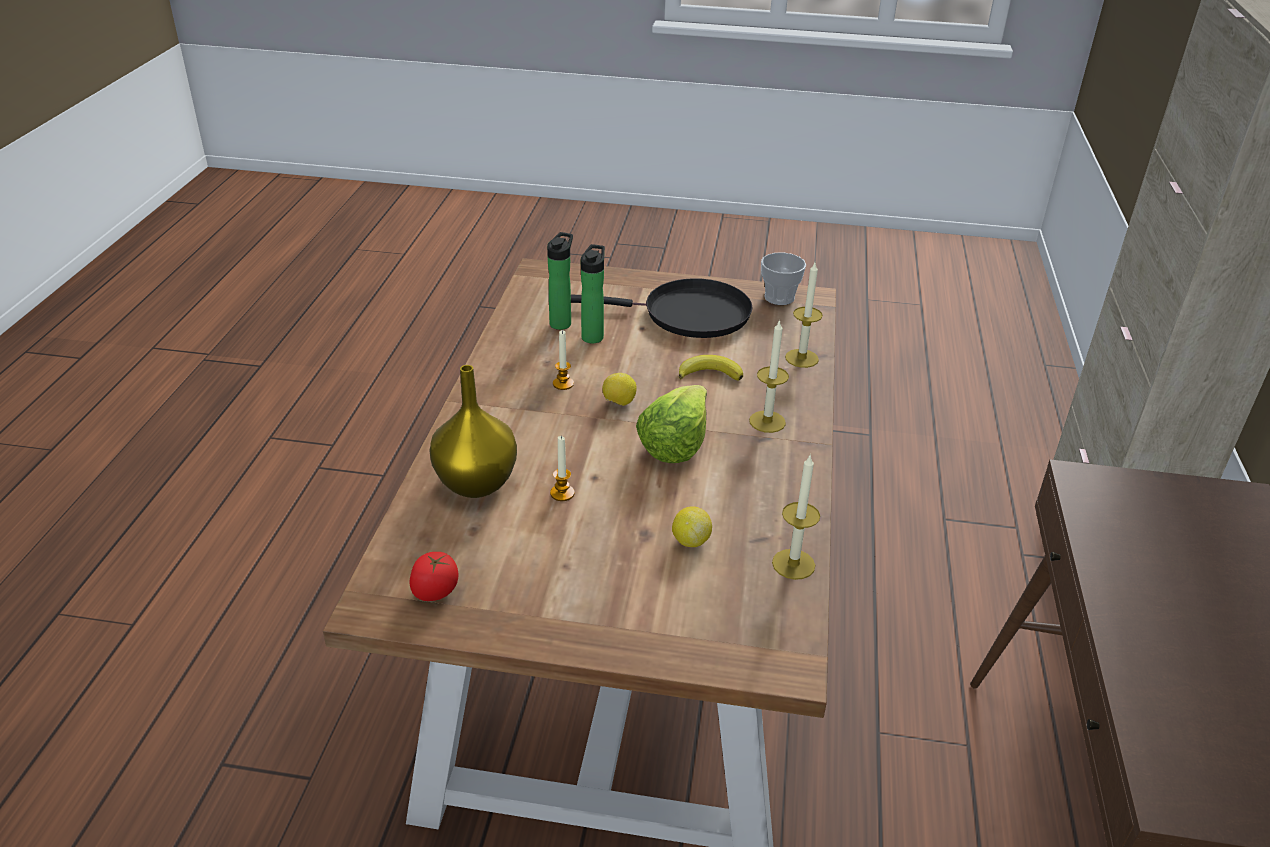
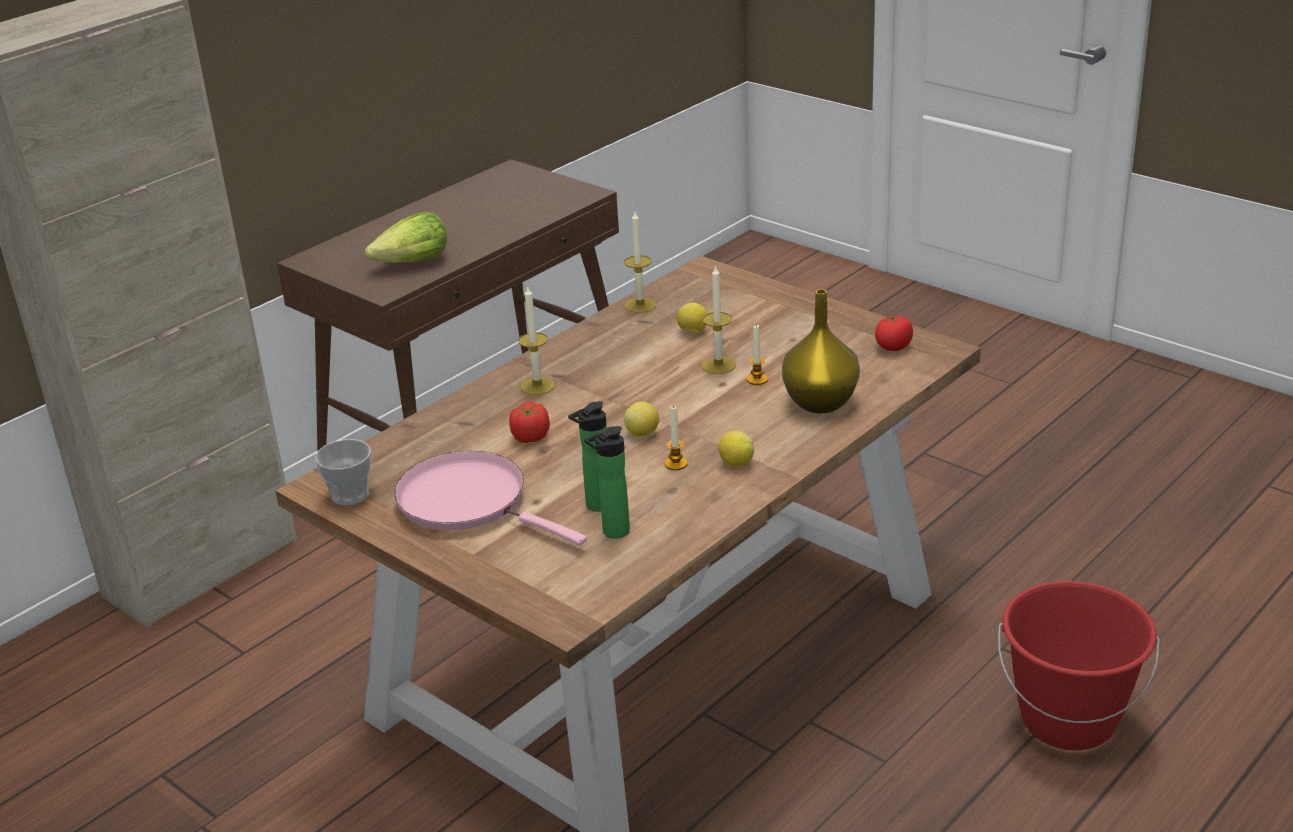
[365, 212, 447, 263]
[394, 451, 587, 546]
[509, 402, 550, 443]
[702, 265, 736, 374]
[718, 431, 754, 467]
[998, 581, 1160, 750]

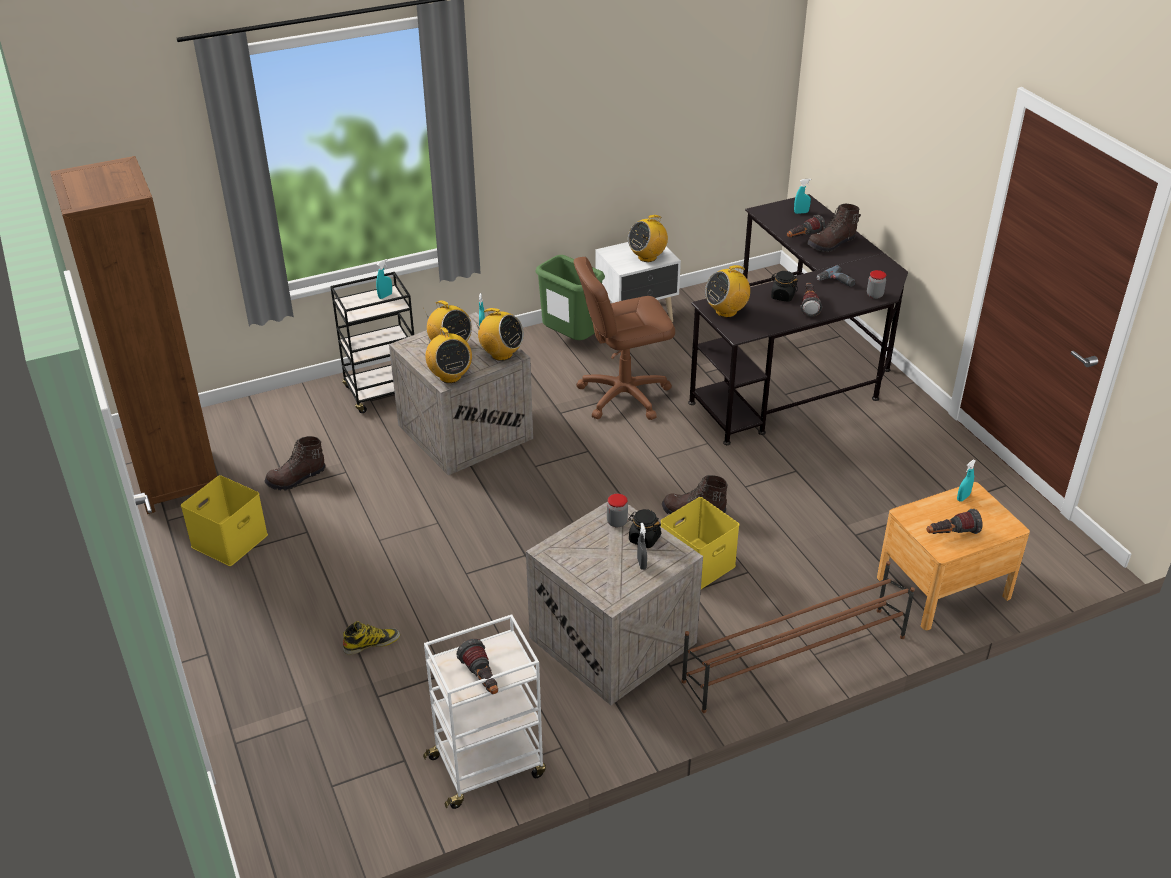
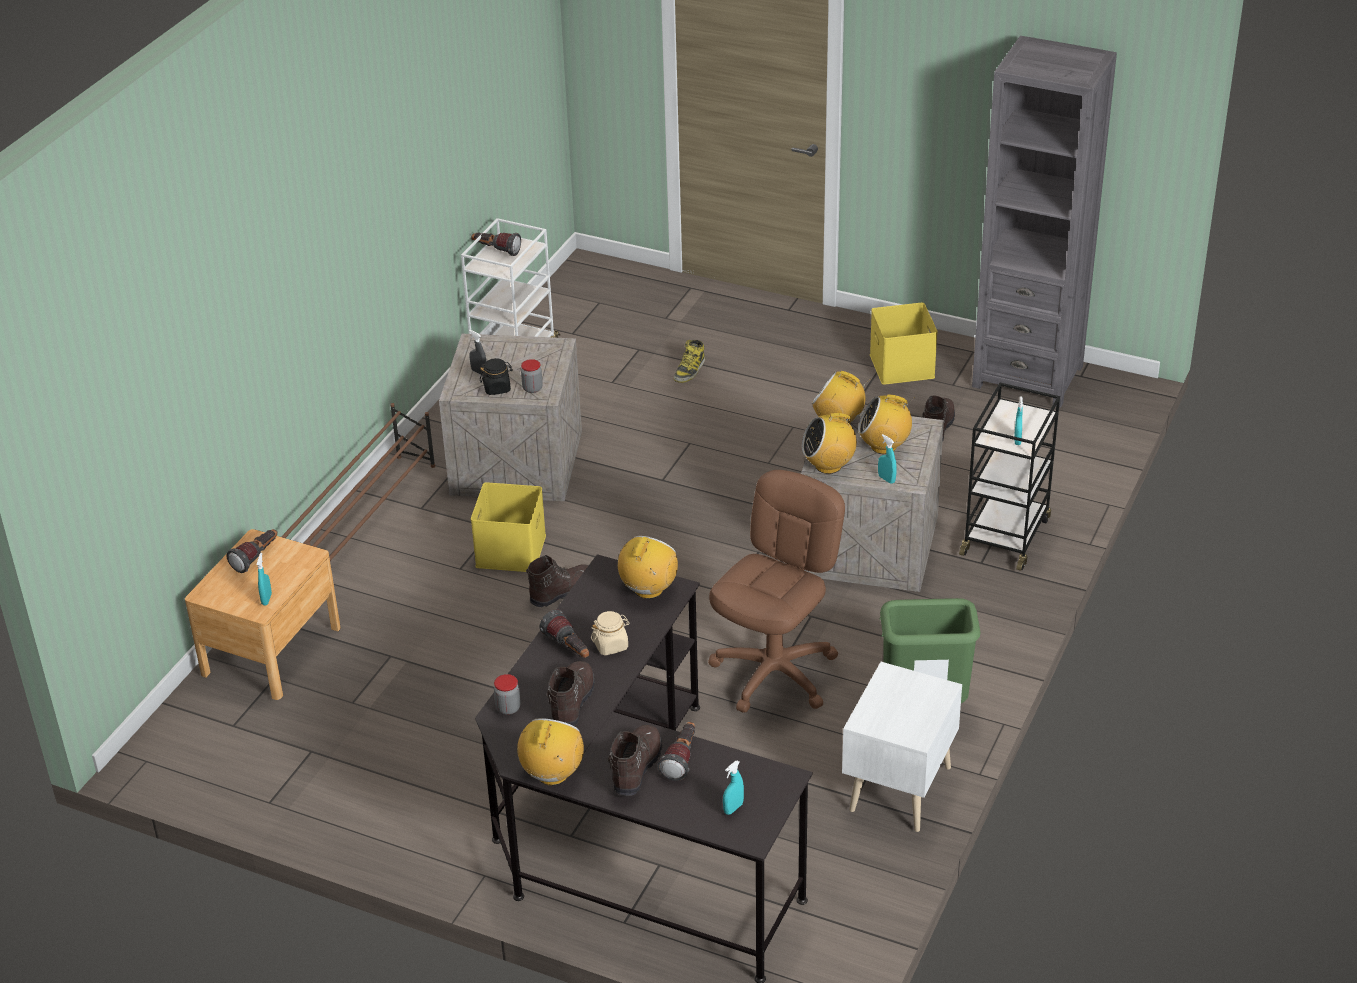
[517, 718, 584, 786]
[547, 661, 595, 727]
[591, 611, 630, 656]
[972, 36, 1117, 408]

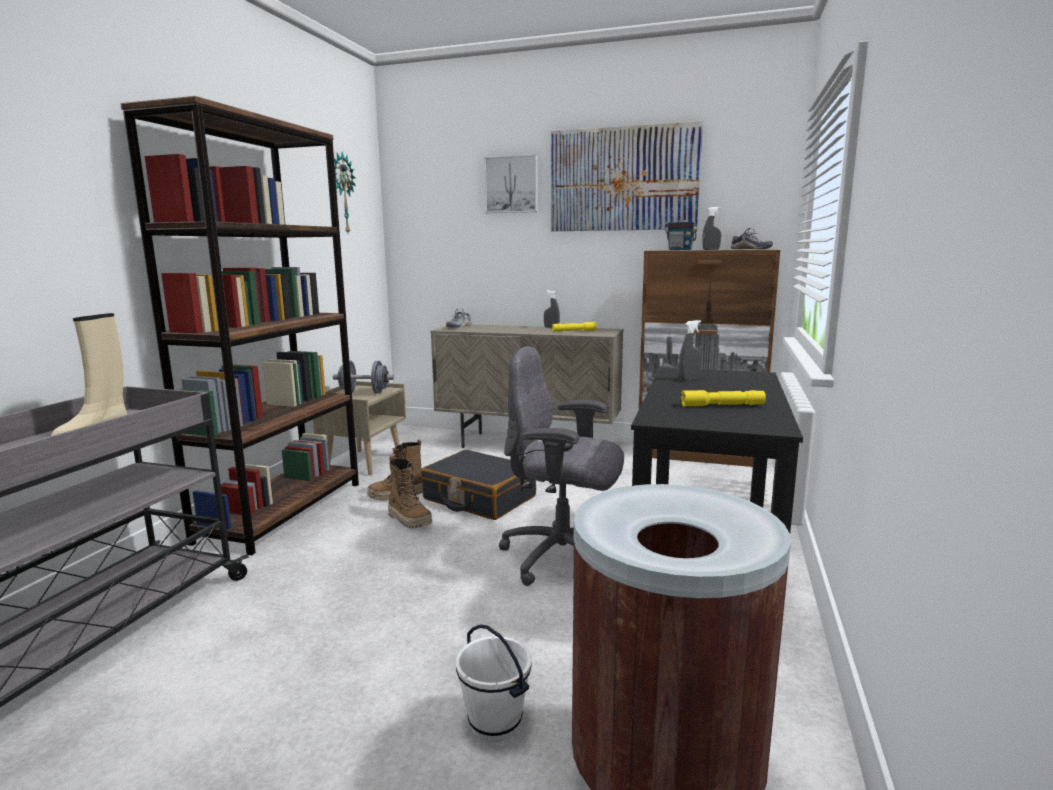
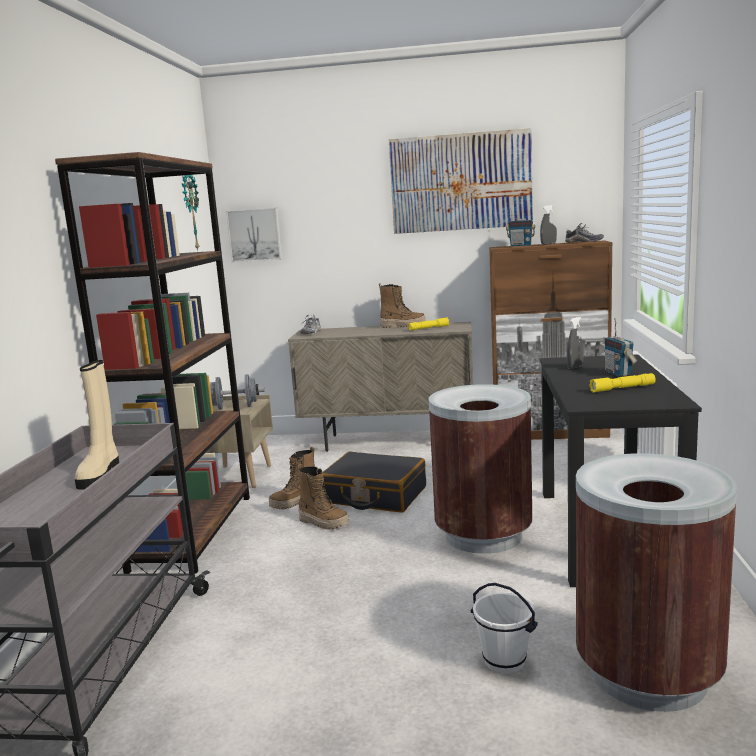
[226, 208, 282, 262]
[379, 283, 425, 328]
[429, 384, 533, 554]
[604, 318, 637, 376]

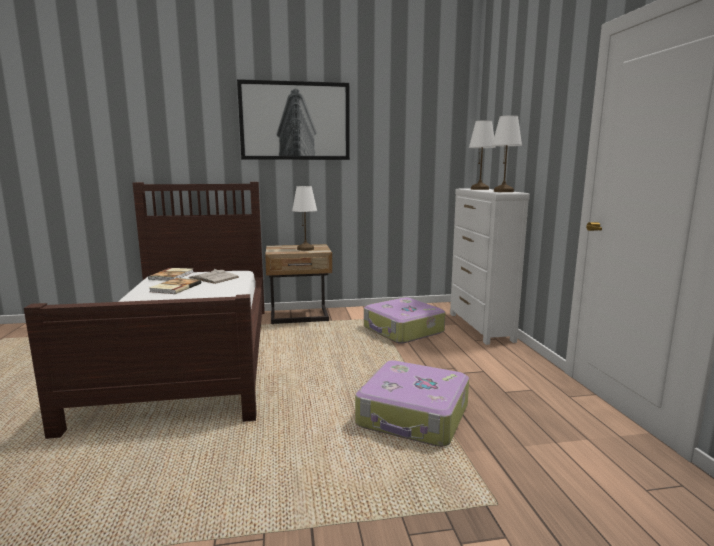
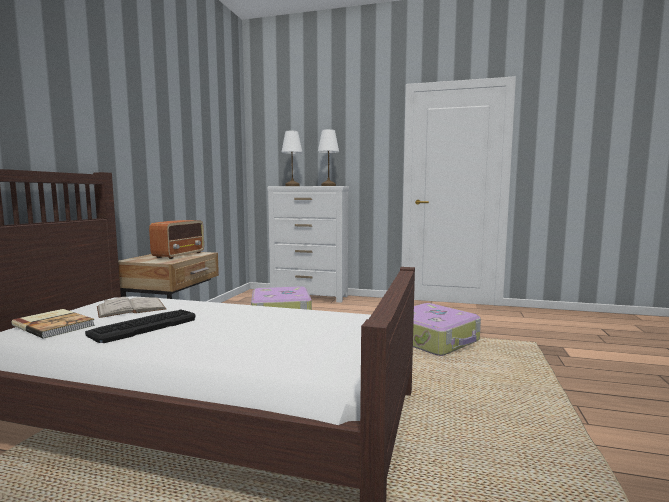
[85, 310, 195, 343]
[149, 220, 204, 259]
[237, 79, 350, 160] (first image)

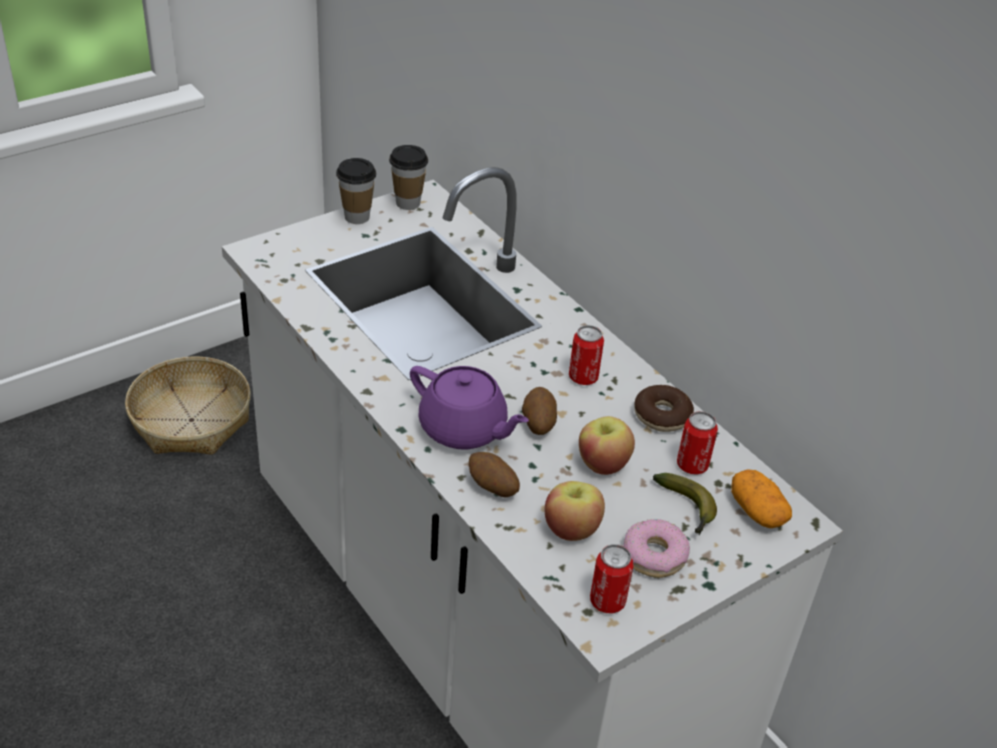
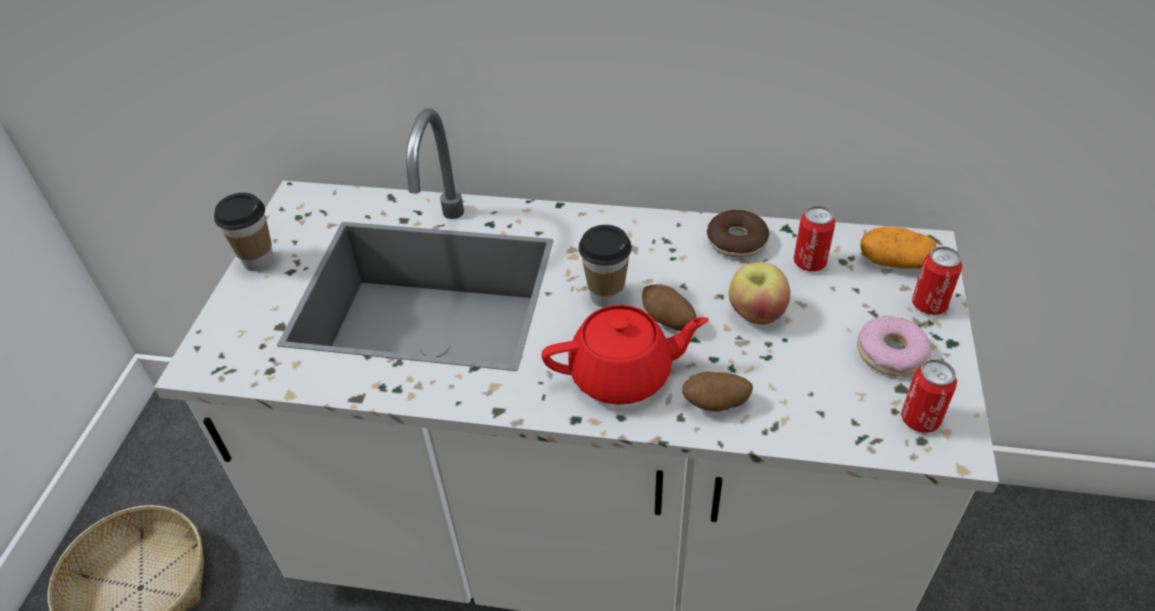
[541, 305, 709, 405]
[578, 225, 632, 307]
[912, 246, 962, 315]
[544, 481, 605, 541] (first image)
[653, 473, 717, 535] (first image)

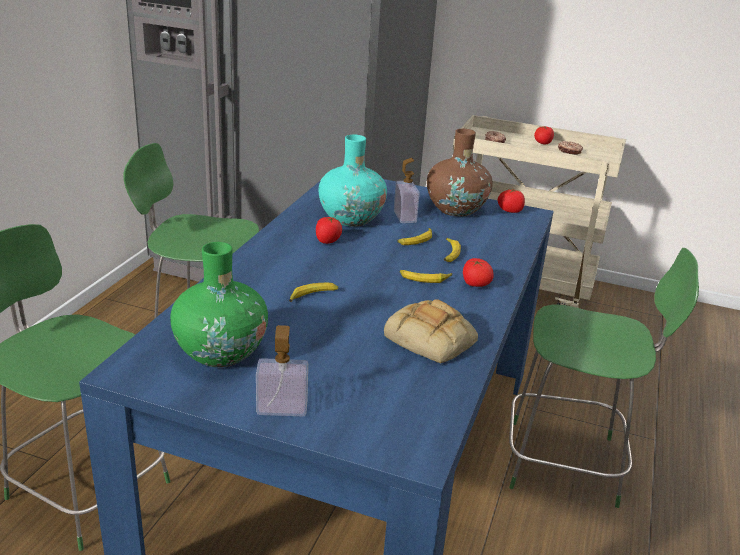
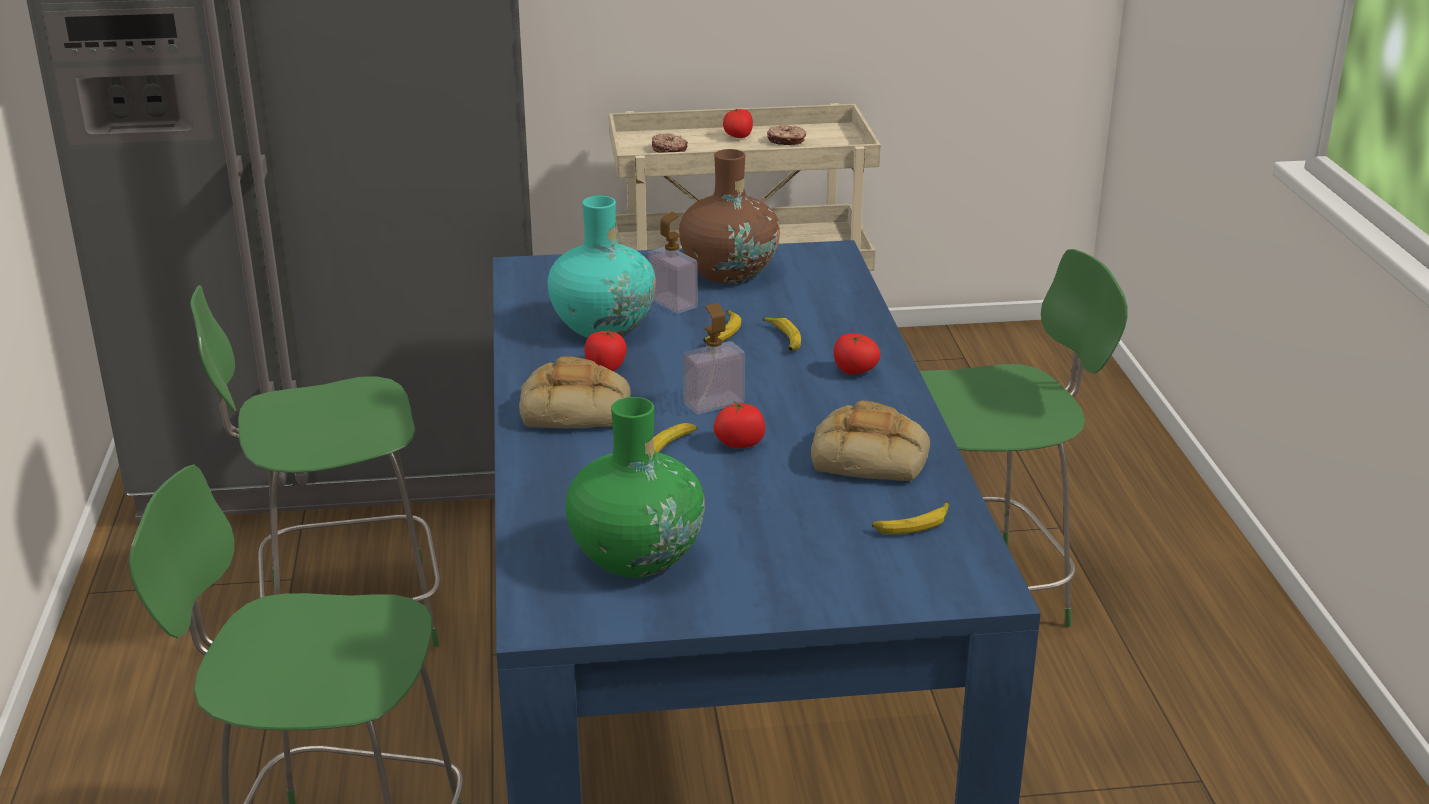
[519, 356, 631, 428]
[683, 303, 745, 415]
[714, 400, 765, 448]
[872, 502, 949, 534]

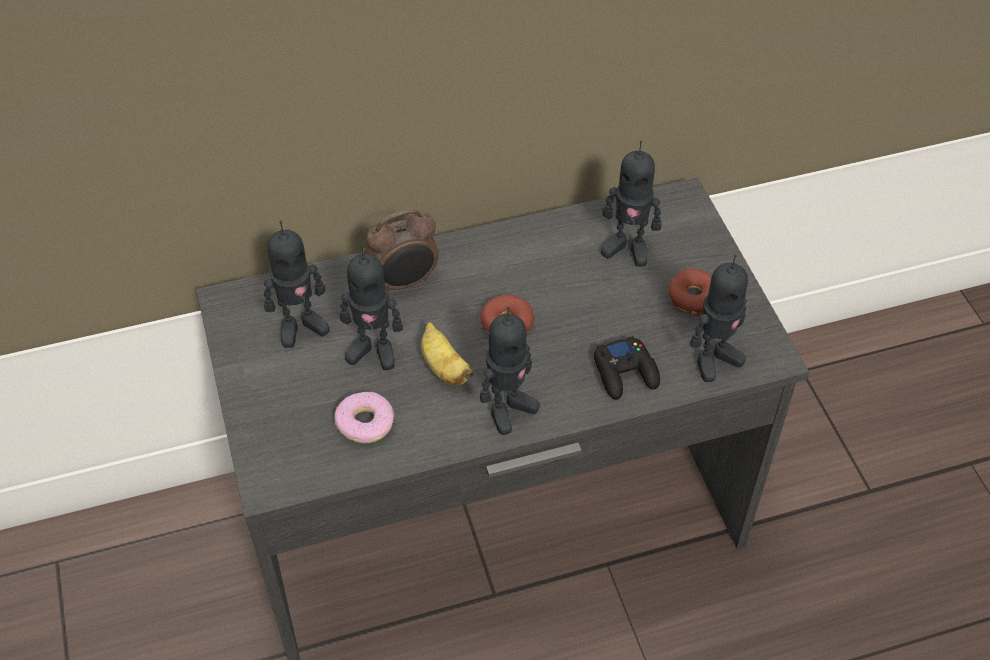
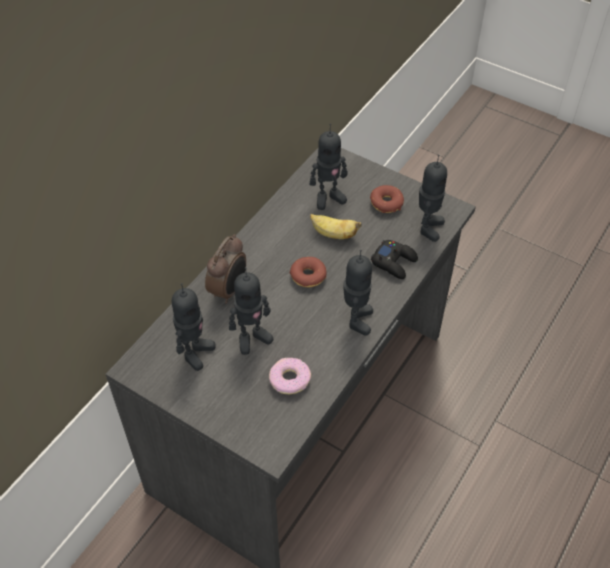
[310, 214, 361, 239]

